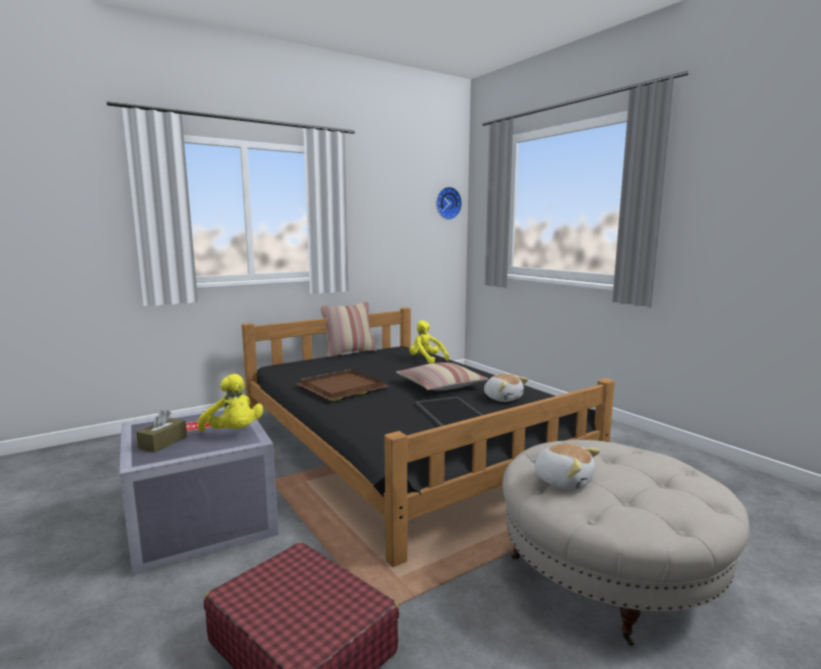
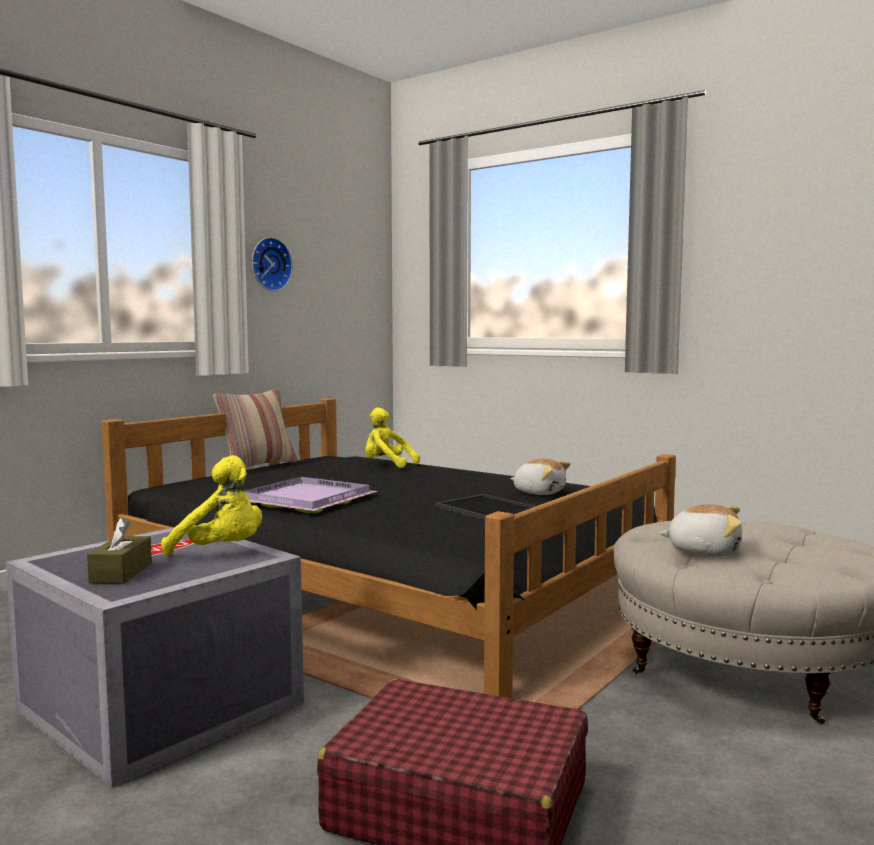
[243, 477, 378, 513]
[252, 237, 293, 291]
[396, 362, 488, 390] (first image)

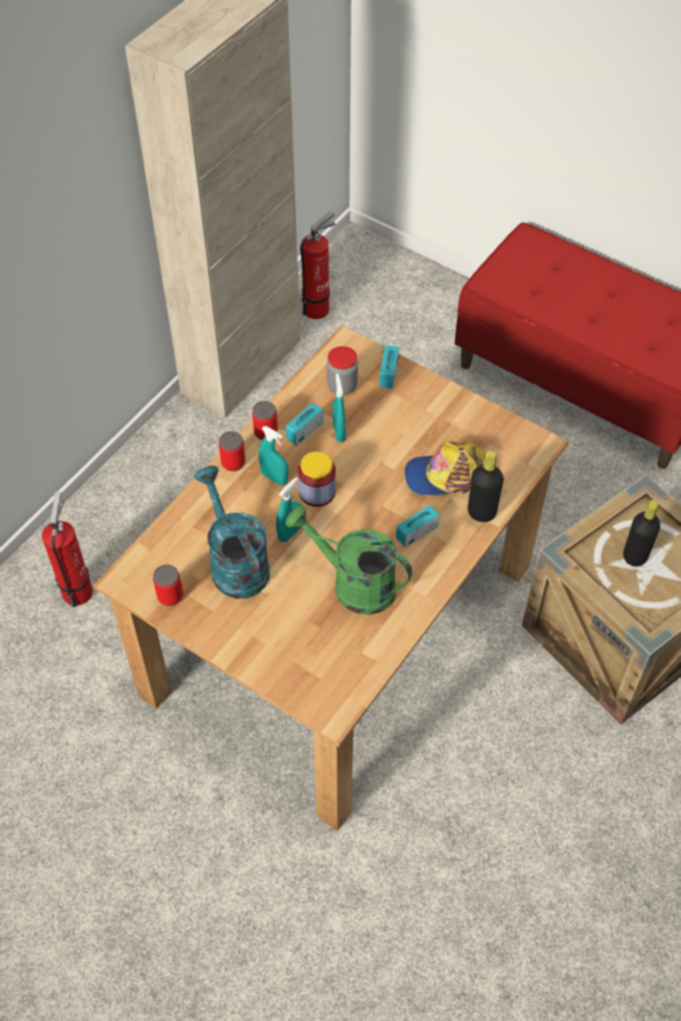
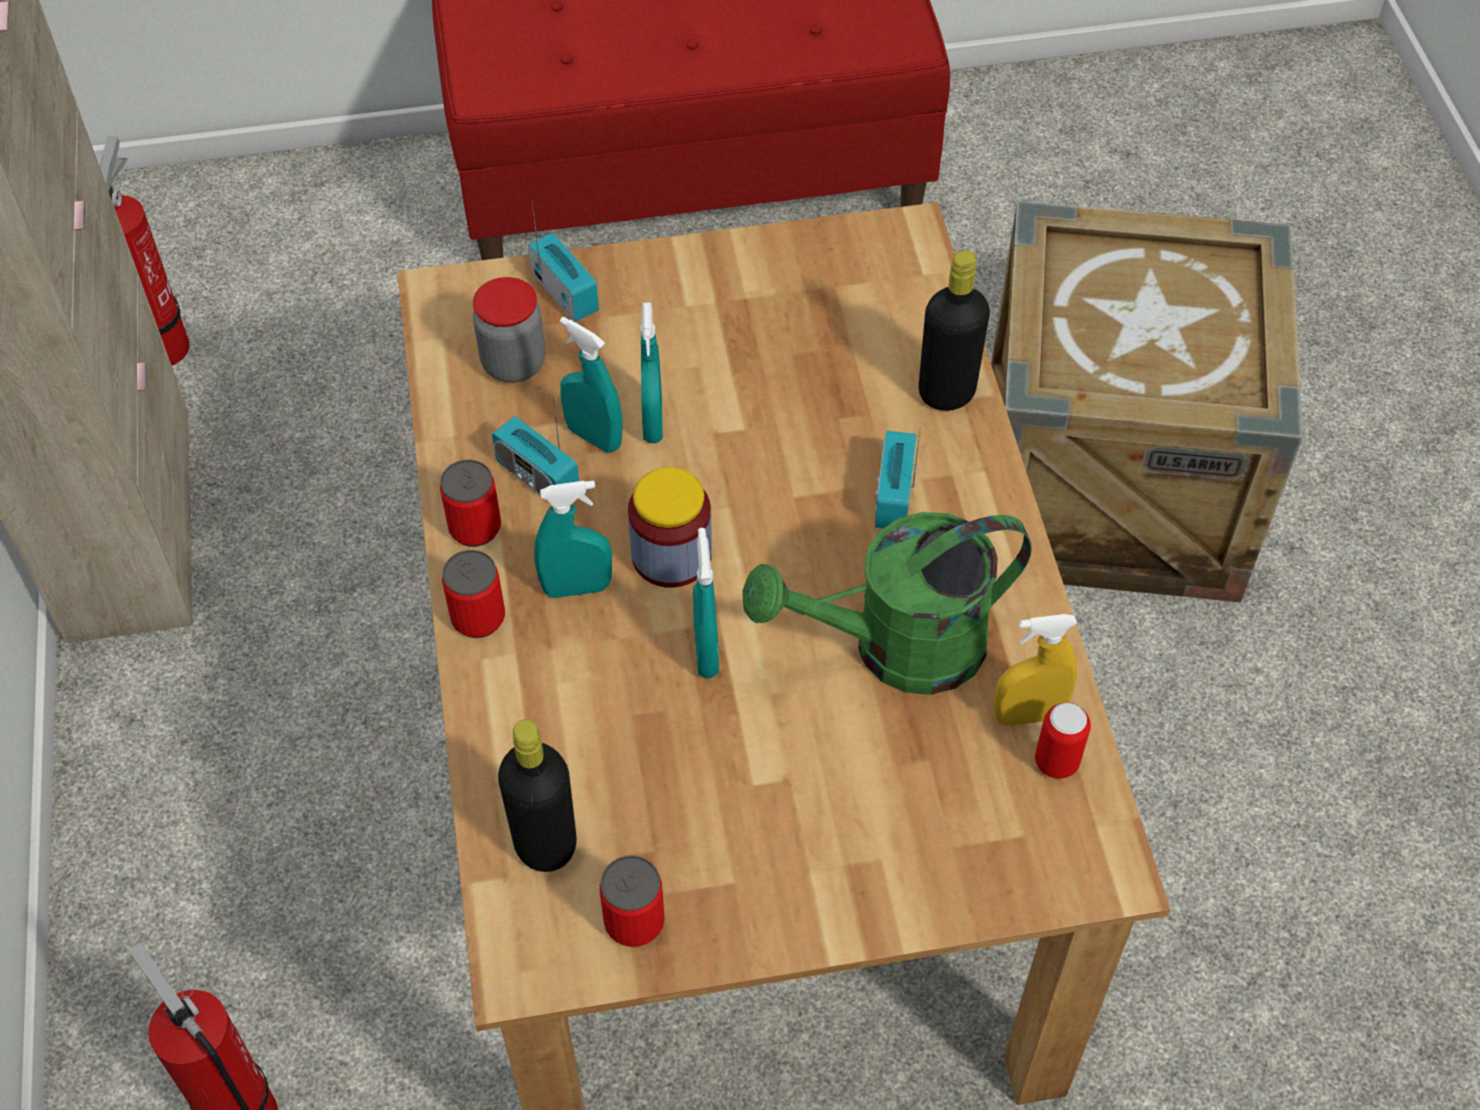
[492, 390, 579, 495]
[498, 719, 577, 872]
[640, 303, 663, 443]
[994, 614, 1077, 726]
[1035, 703, 1091, 779]
[194, 466, 270, 599] (first image)
[405, 441, 486, 496] (first image)

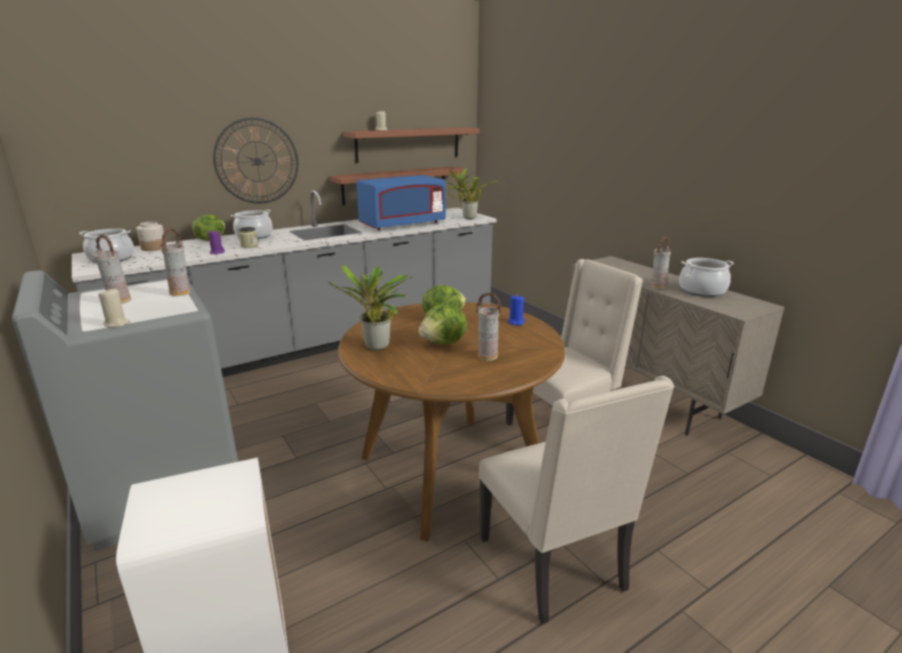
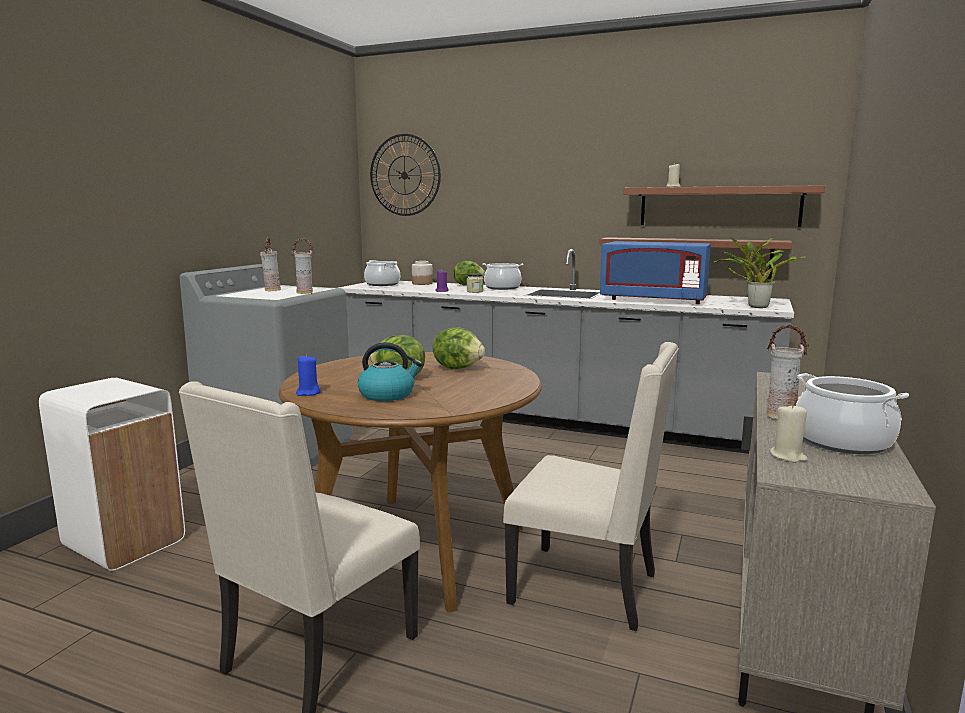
[296, 354, 321, 396]
[358, 342, 422, 401]
[370, 134, 441, 216]
[770, 403, 808, 462]
[329, 265, 412, 350] (first image)

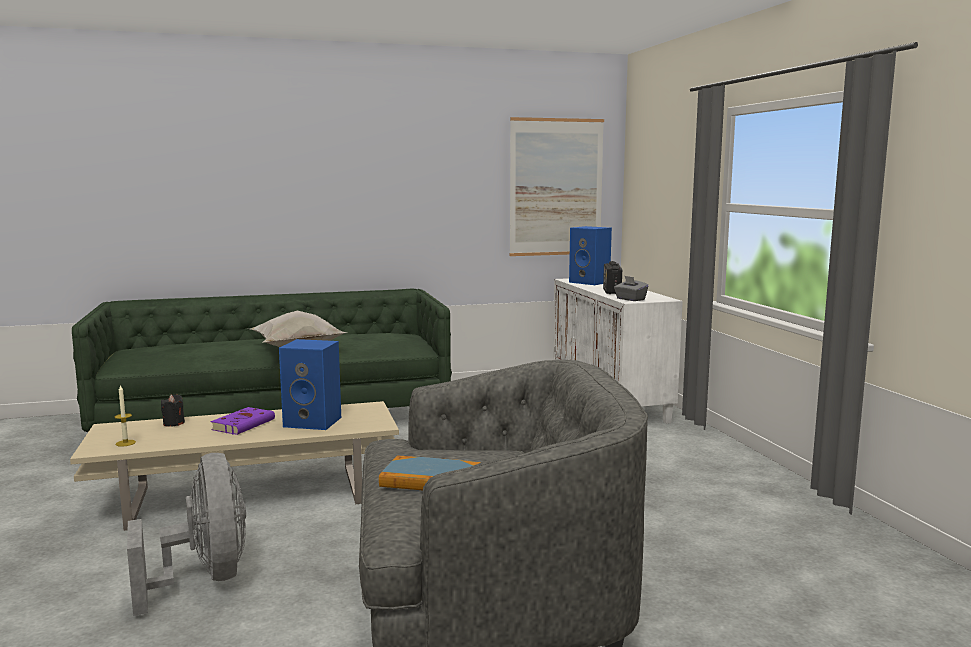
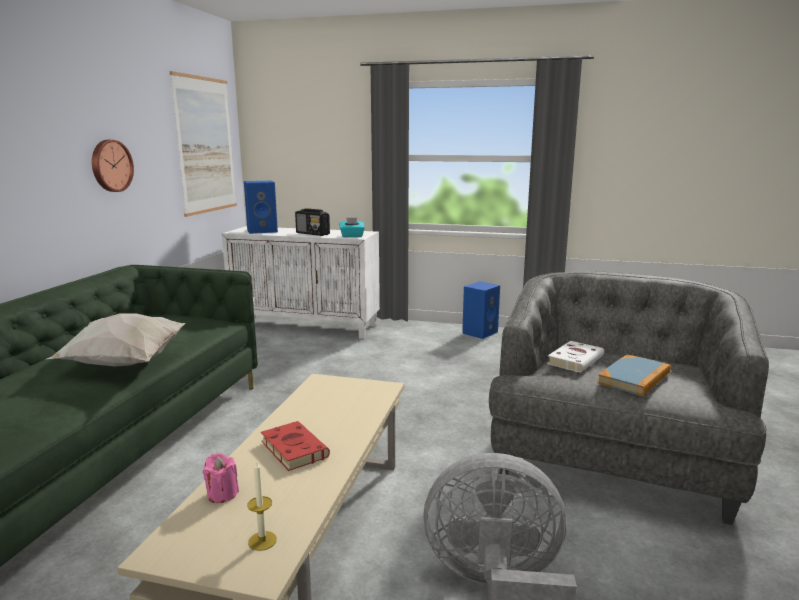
[92, 140, 134, 192]
[203, 453, 239, 503]
[261, 421, 330, 471]
[339, 218, 365, 237]
[462, 281, 500, 339]
[547, 341, 604, 373]

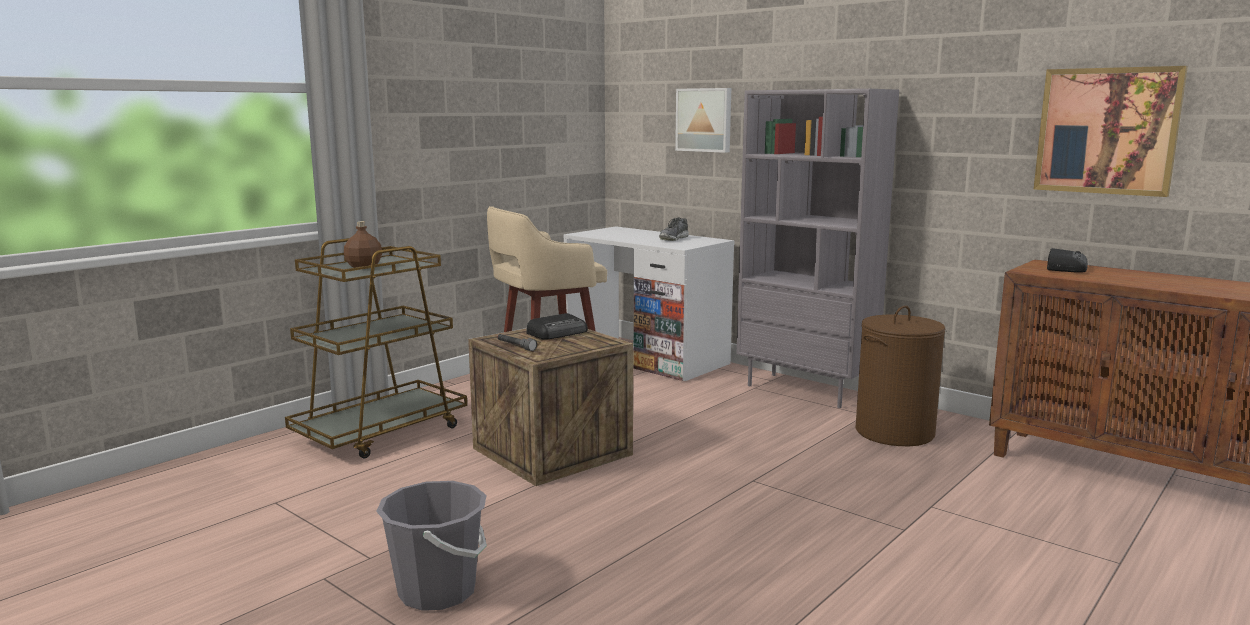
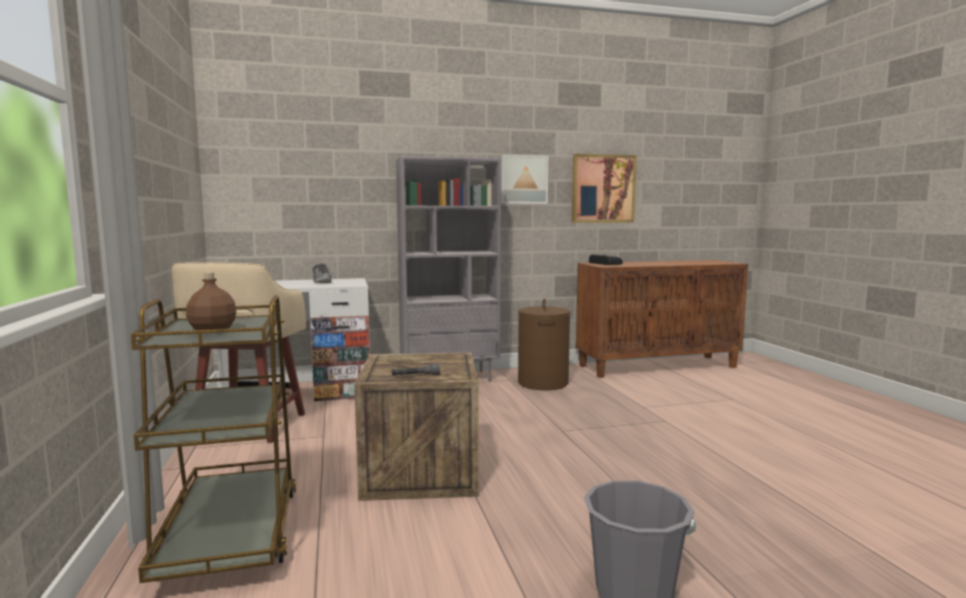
[501, 155, 548, 204]
[526, 313, 588, 340] (first image)

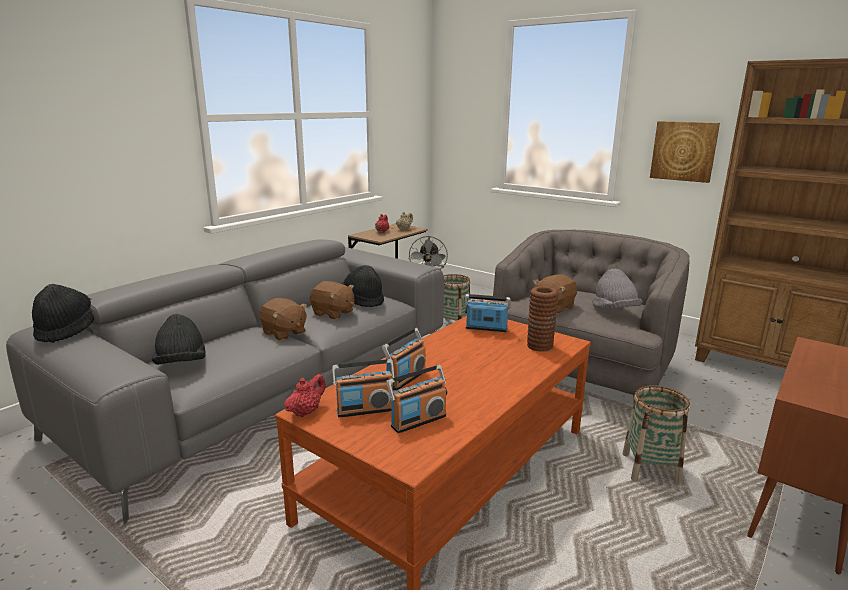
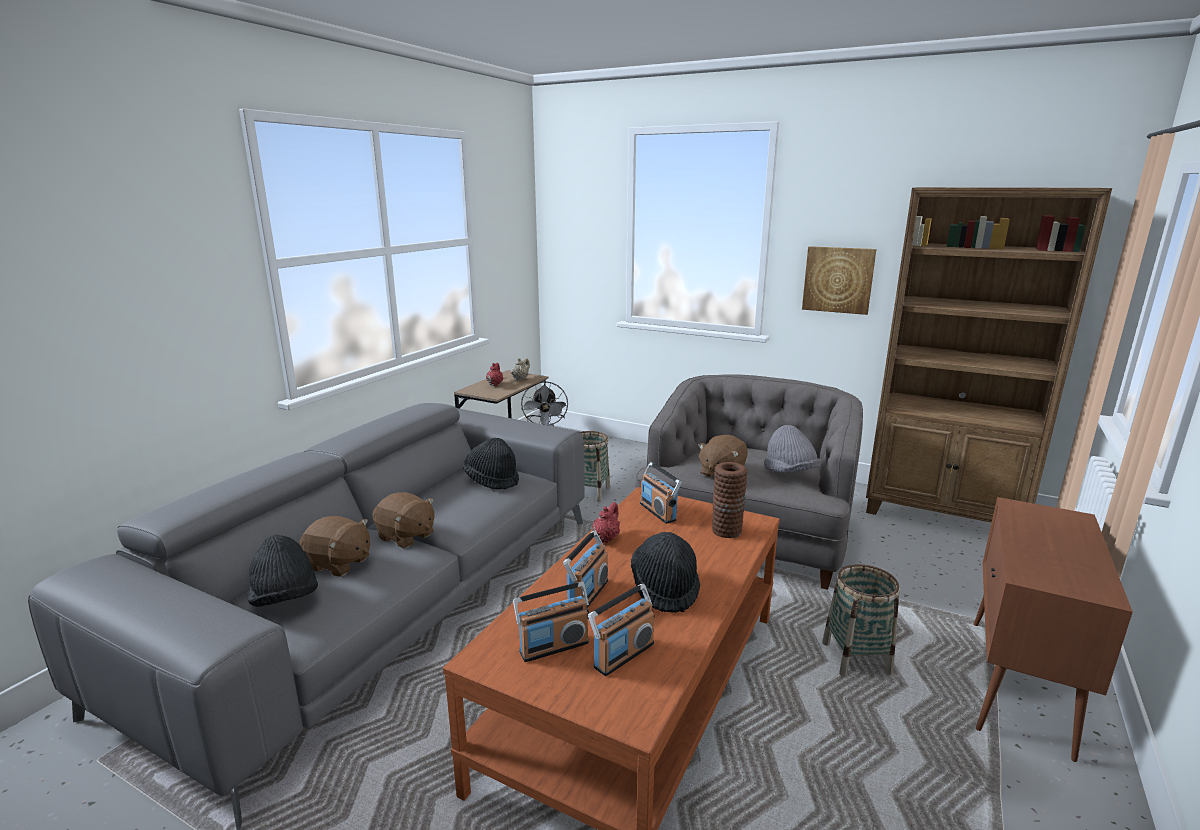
[299, 516, 370, 577]
[592, 502, 620, 543]
[631, 532, 700, 613]
[640, 462, 682, 524]

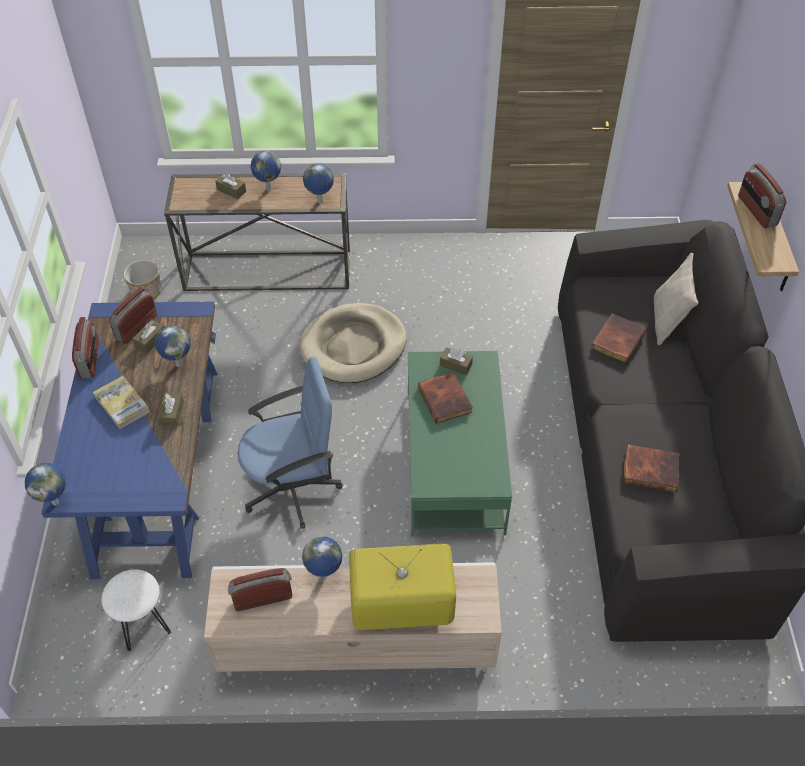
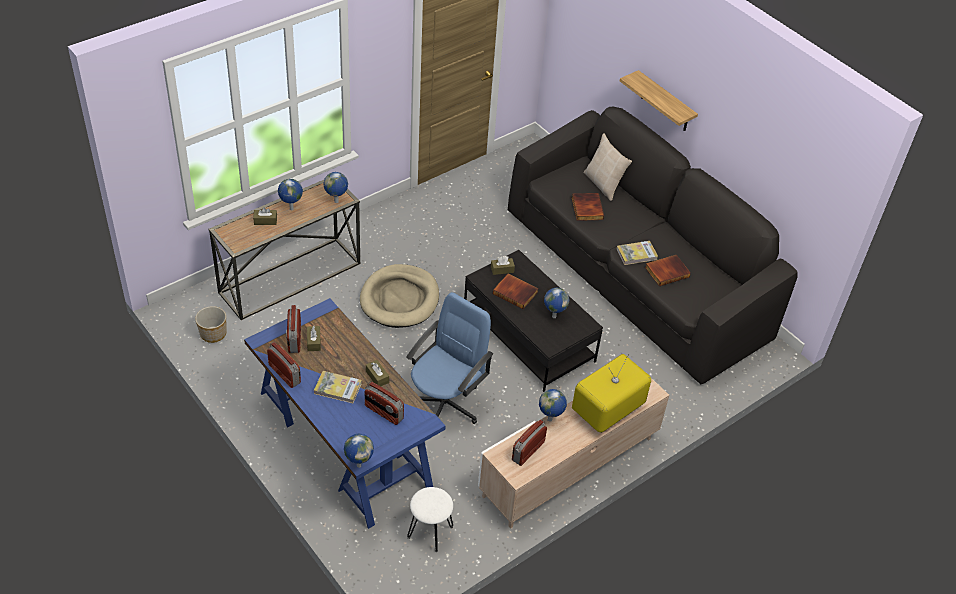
[365, 382, 404, 425]
[464, 250, 603, 392]
[544, 288, 569, 318]
[616, 241, 658, 265]

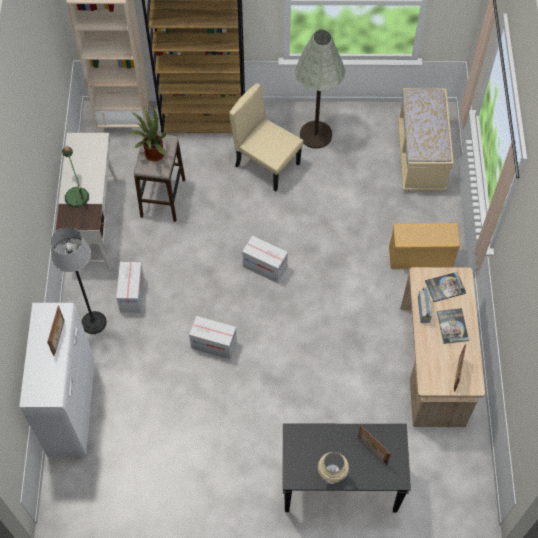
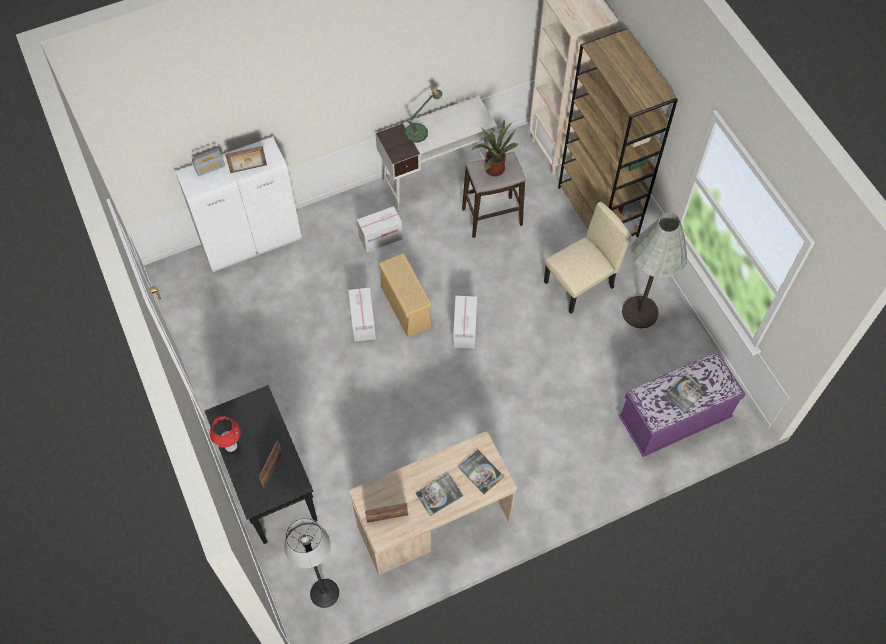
[192, 148, 225, 176]
[210, 417, 241, 452]
[284, 518, 339, 608]
[379, 253, 432, 337]
[544, 202, 632, 314]
[619, 353, 745, 457]
[665, 374, 707, 413]

